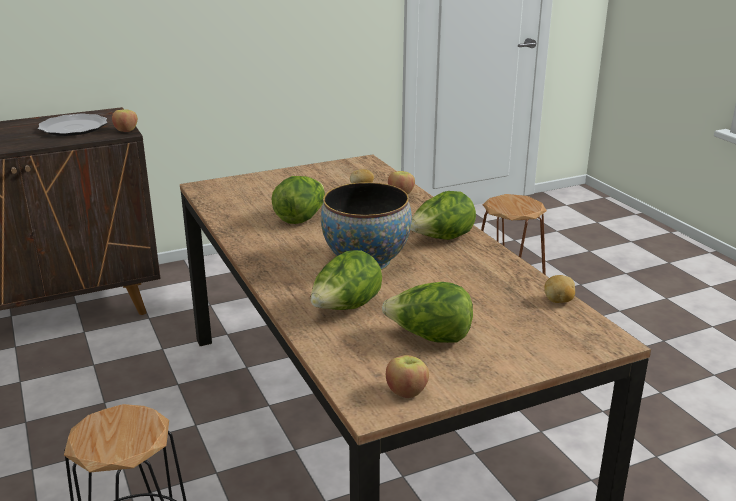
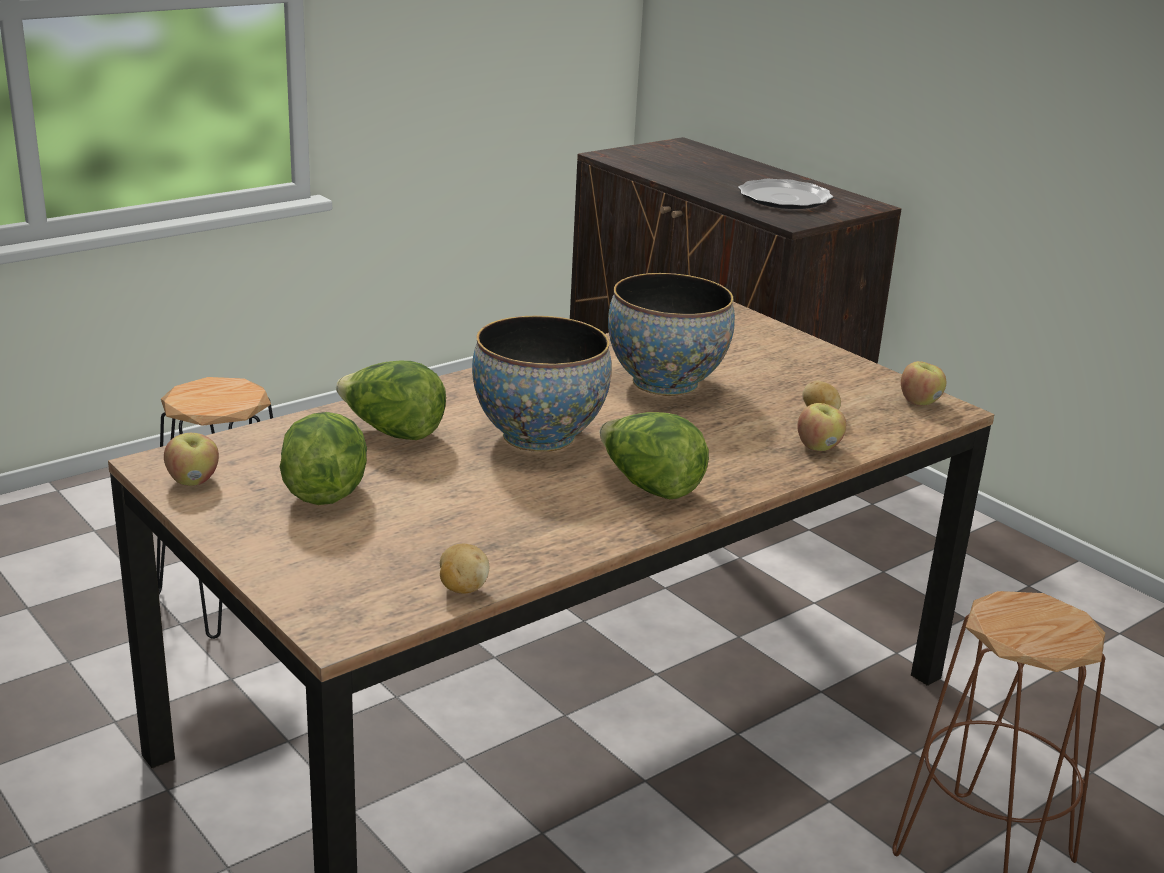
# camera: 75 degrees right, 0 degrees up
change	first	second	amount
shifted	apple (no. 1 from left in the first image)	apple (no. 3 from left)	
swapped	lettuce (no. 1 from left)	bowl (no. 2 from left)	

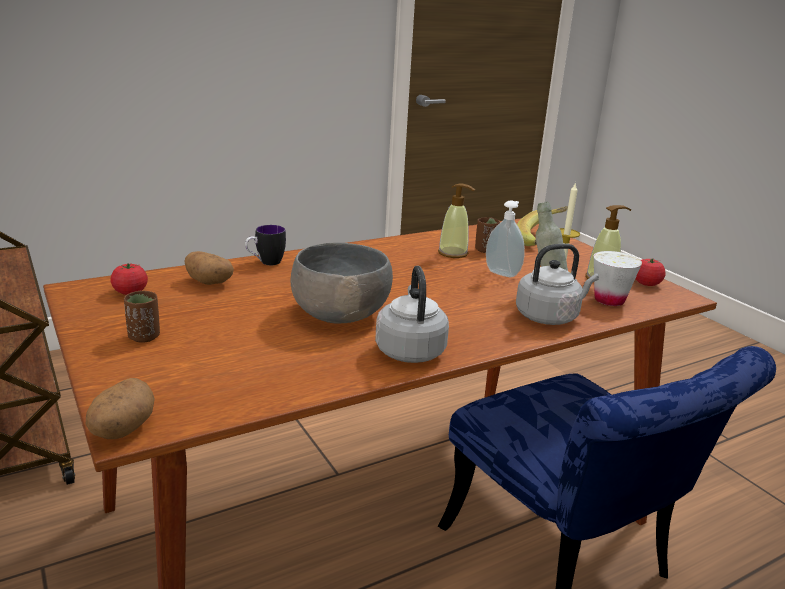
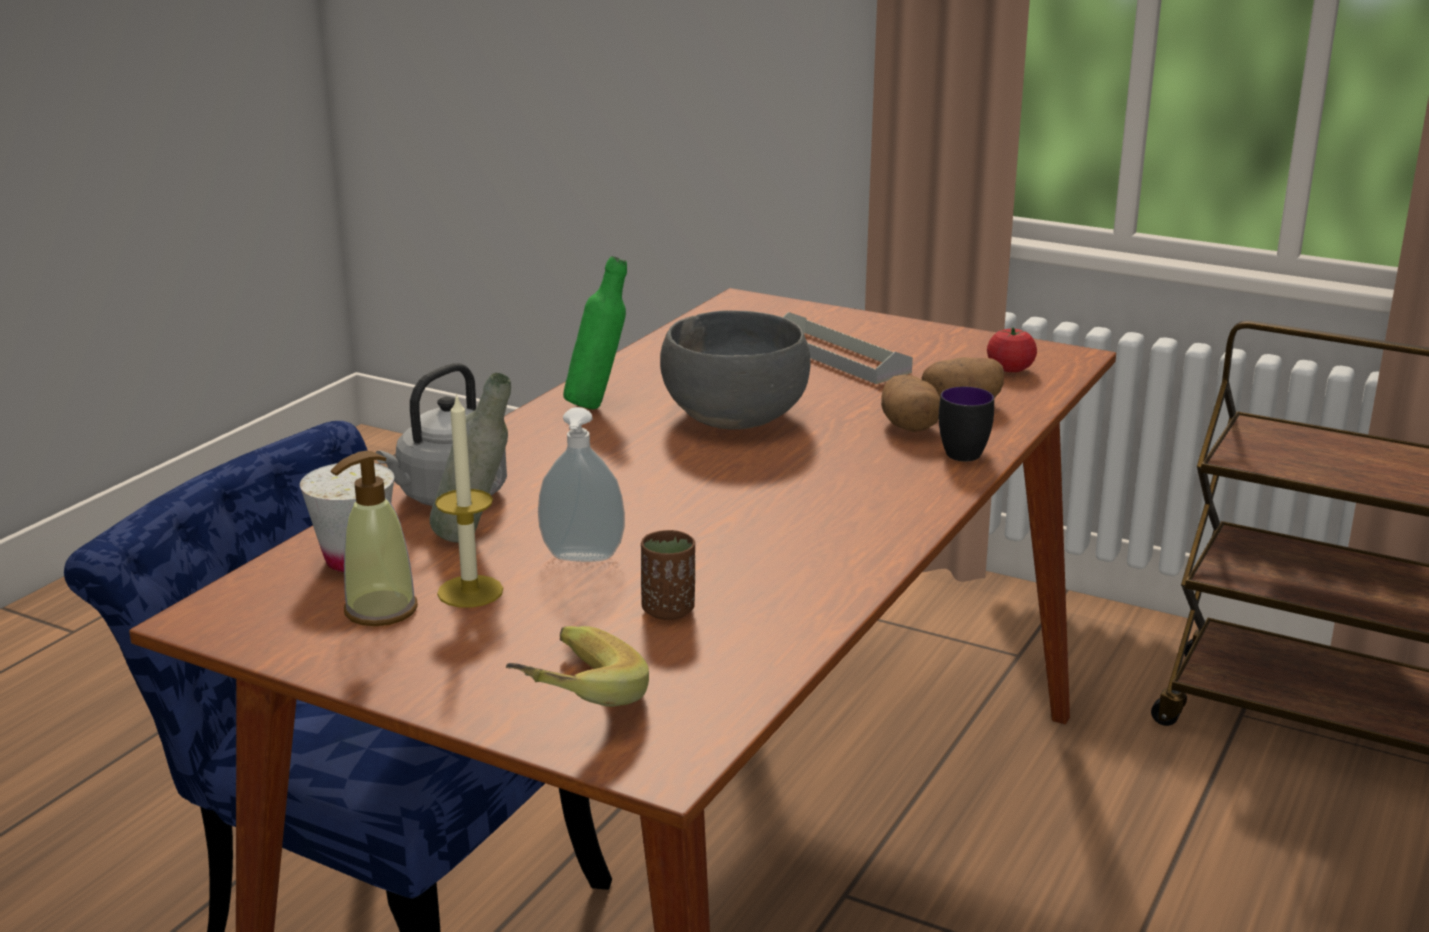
# camera: 150 degrees right, 0 degrees up
change	first	second	amount
gone	brown cup (no. 1 from left)		
gone	soap dispenser (no. 1 from left)		
gone	tomato (no. 2 from left)		
new		grey tray	
shifted	potato (no. 1 from left)		
swapped	grey kettle (no. 1 from left)	green bottle	

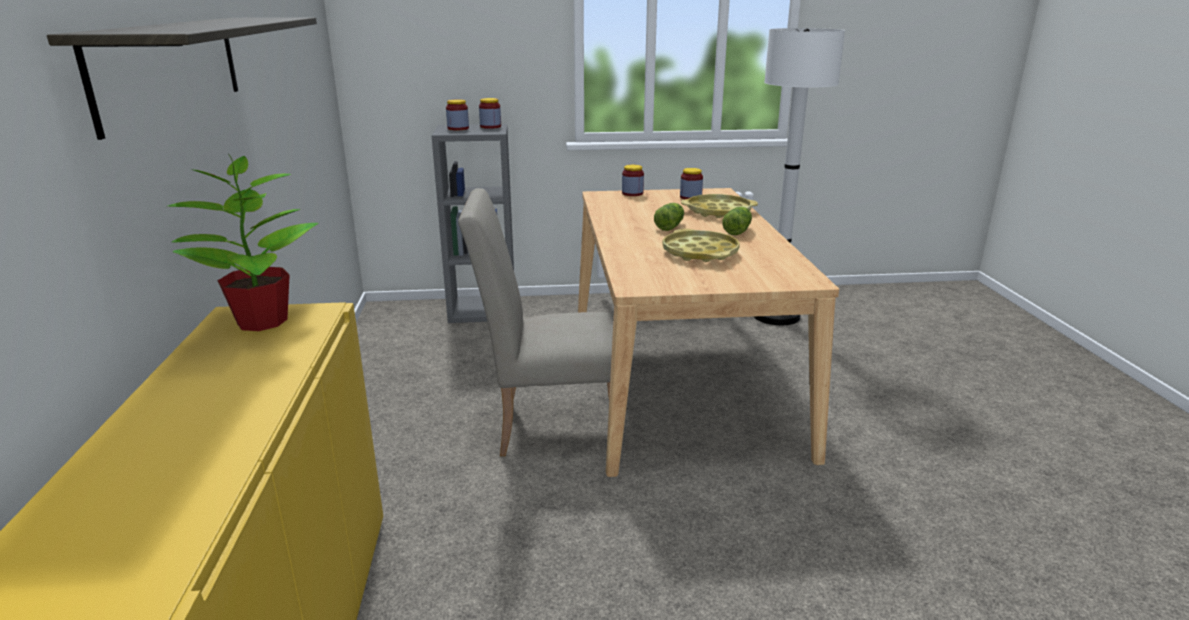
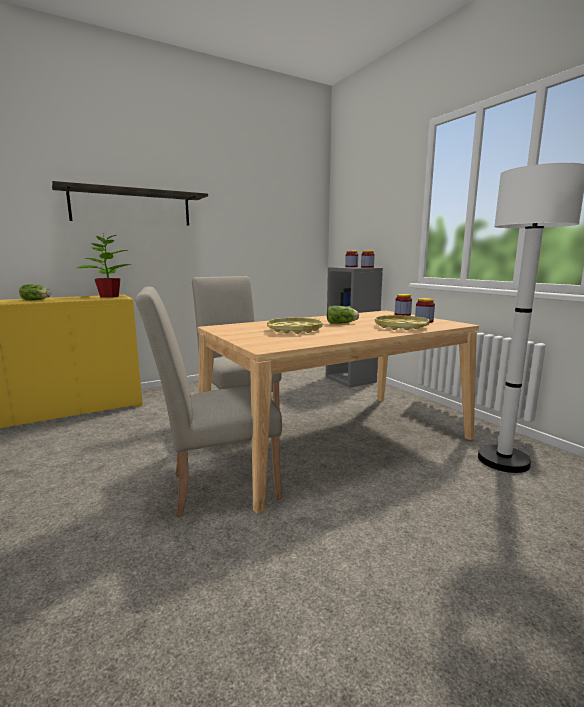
# camera: 65 degrees right, 10 degrees down
change	first	second	amount
new		beige chair (no. 1 from left)	
shifted	lettuce (no. 2 from left in the first image)	lettuce (no. 1 from left)	

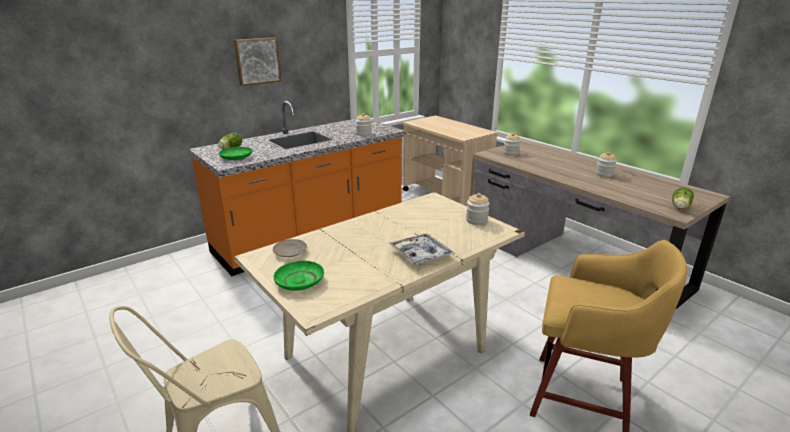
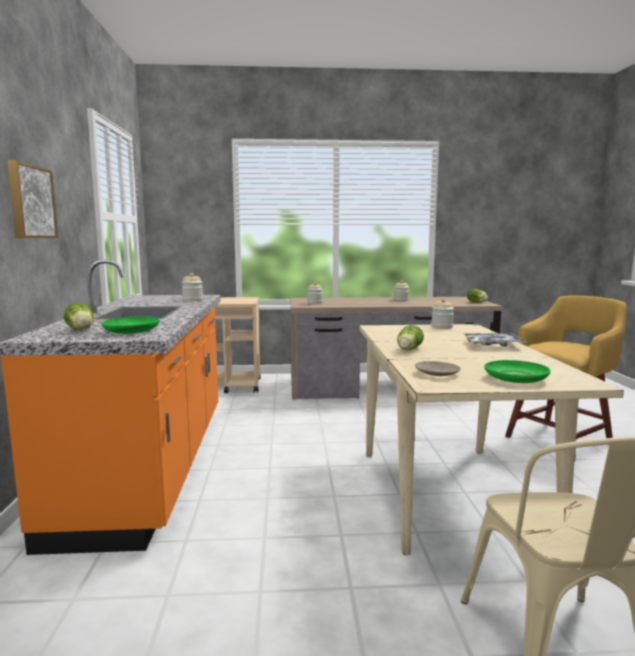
# camera: 55 degrees left, 15 degrees down
change	first	second	amount
new		lettuce (no. 2 from left)	

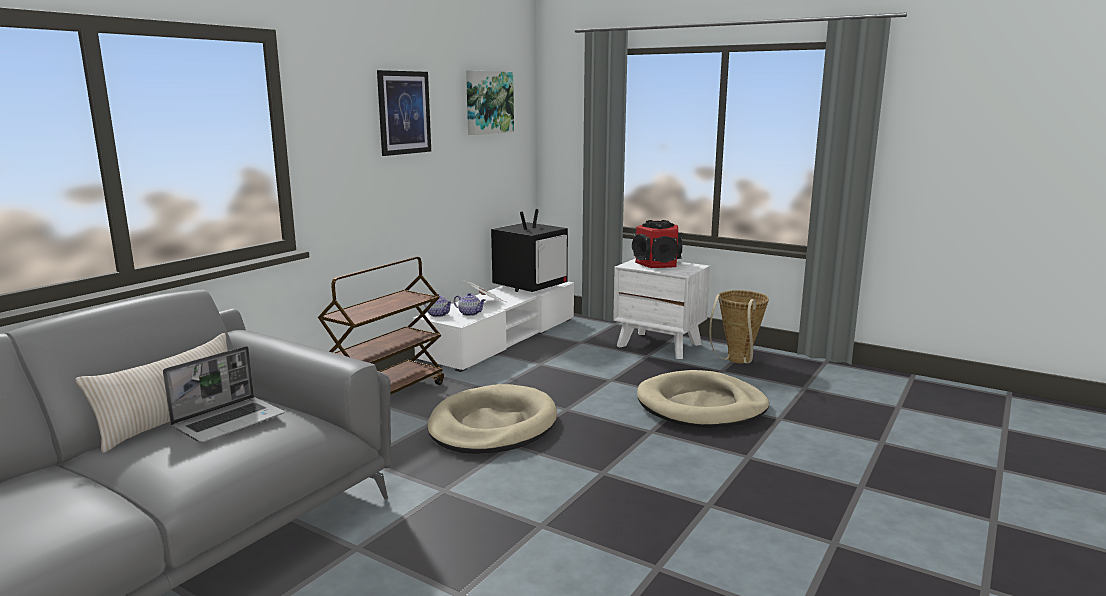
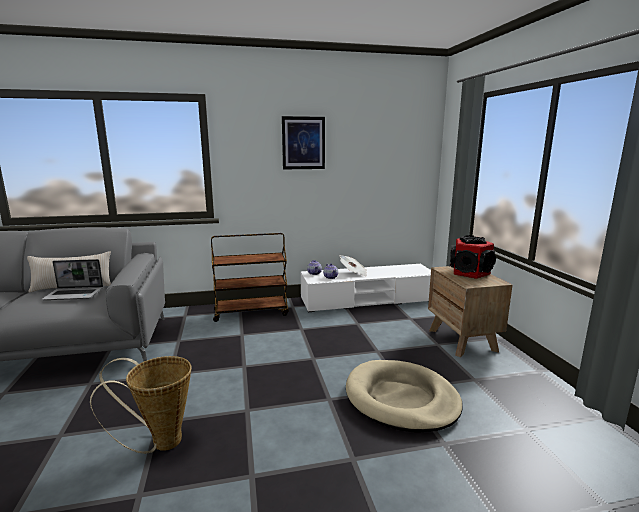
# camera: 45 degrees right, 0 degrees up
change	first	second	amount
gone	beige dog bed (no. 1 from left)		
gone	picture (no. 2 from left)		
gone	television		
shifted	basket		
repainted	white nightstand	brown nightstand	

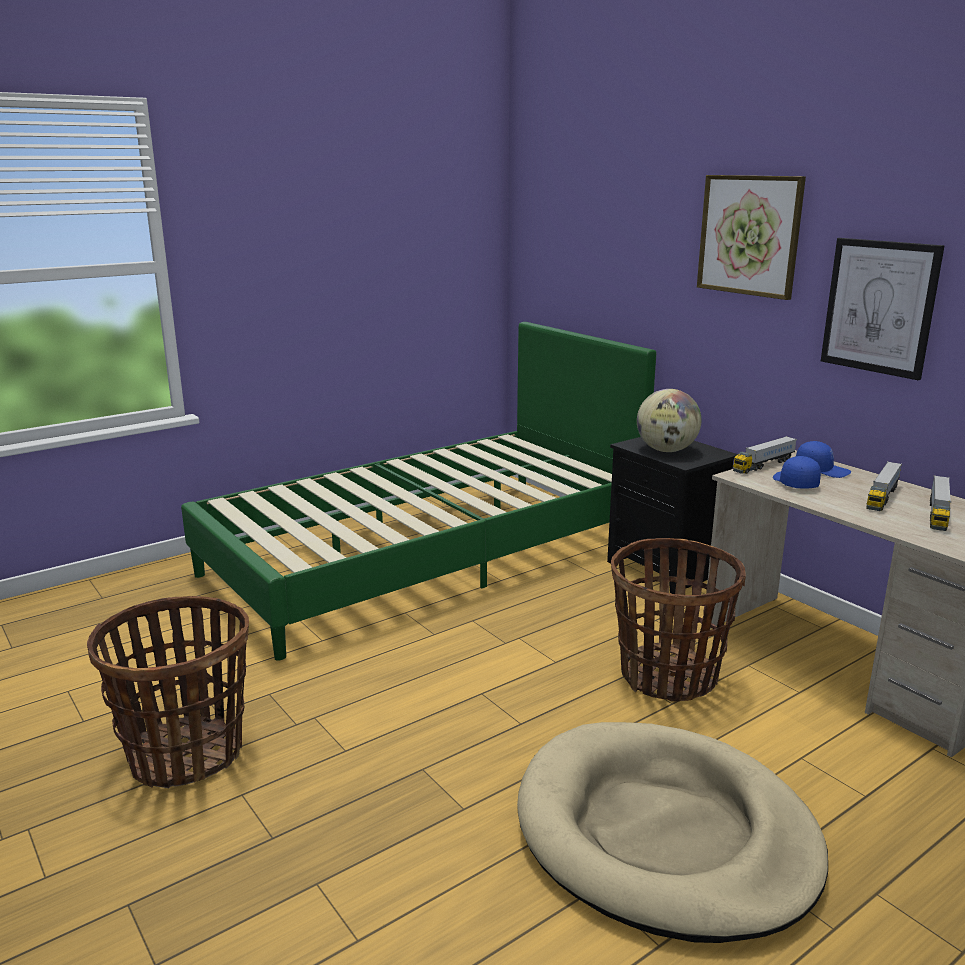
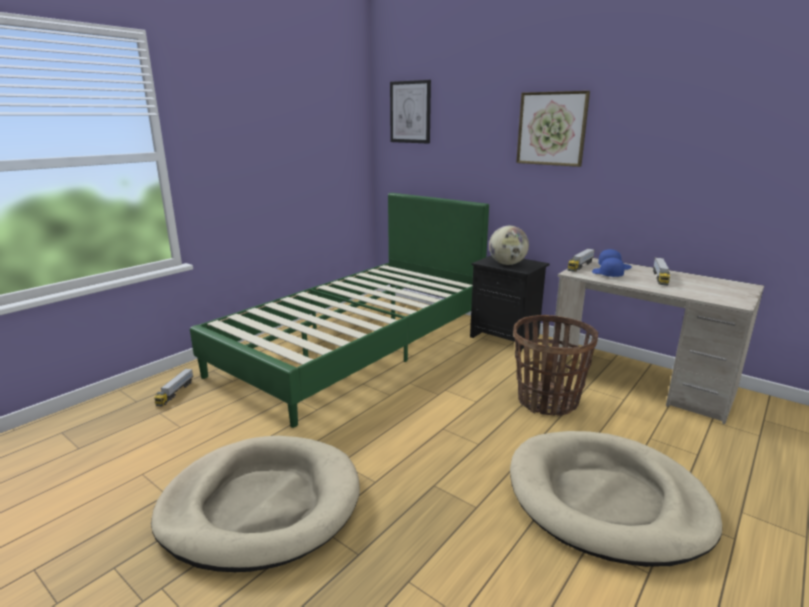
# camera: 15 degrees left, 0 degrees up
change	first	second	amount
shifted	picture (no. 2 from left in the first image)	picture (no. 1 from left)	
shifted	toy truck (no. 3 from left in the first image)	toy truck (no. 1 from left)	
swapped	basket (no. 1 from left)	beige dog bed (no. 1 from left)	

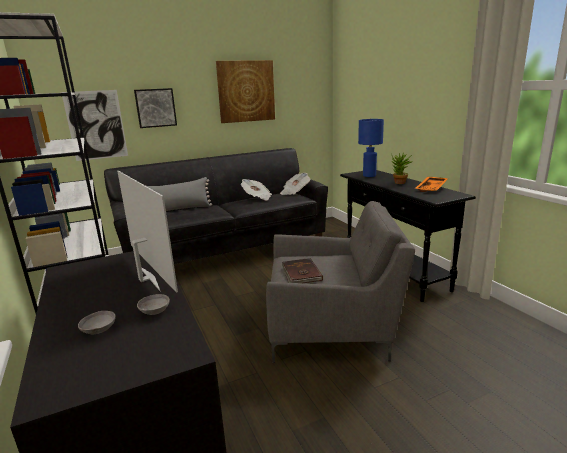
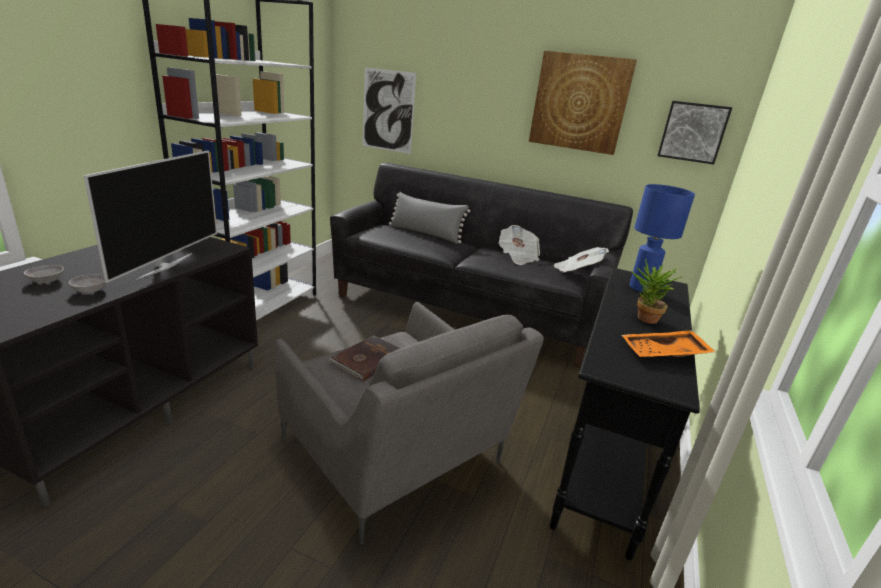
# camera: 45 degrees right, 5 degrees up
change	first	second	amount
shifted	picture (no. 2 from left in the first image)	picture (no. 3 from left)	

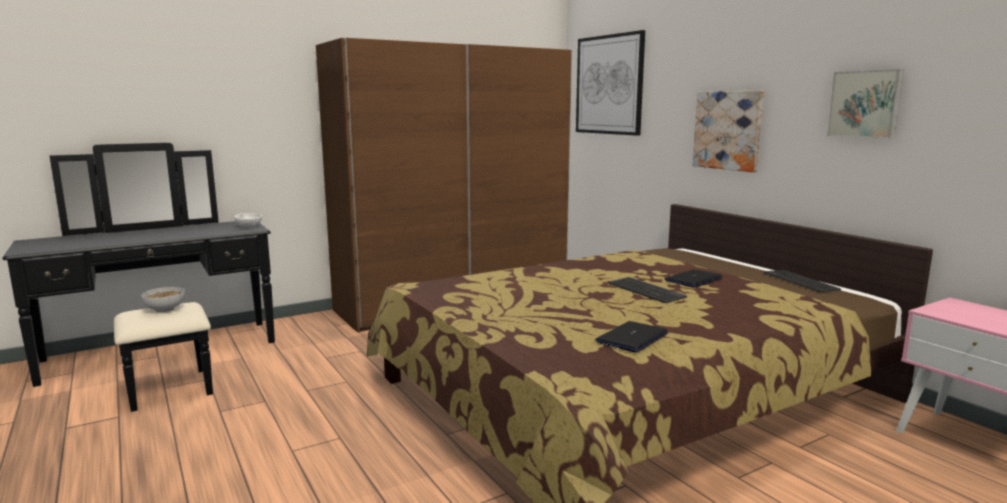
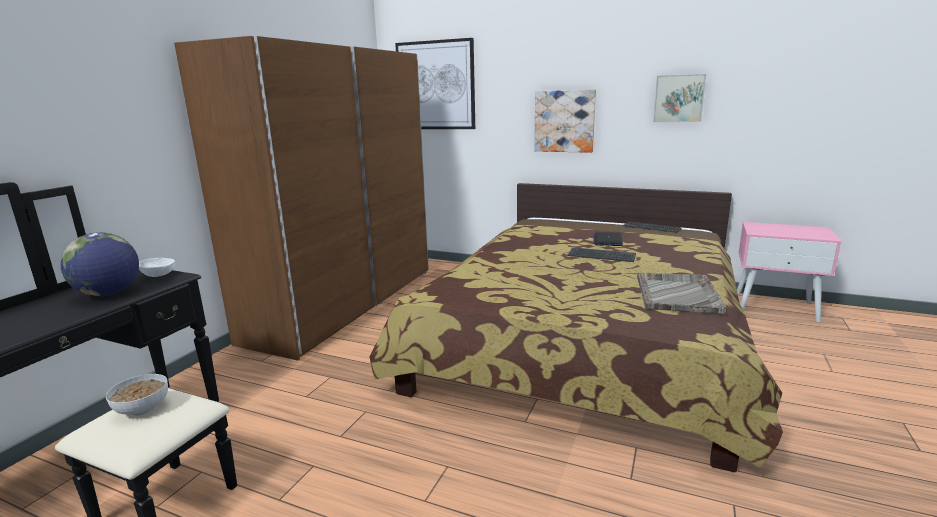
# camera: 35 degrees left, 5 degrees up
change	first	second	amount
new		globe	
swapped	laptop (no. 1 from left)	grey tray	

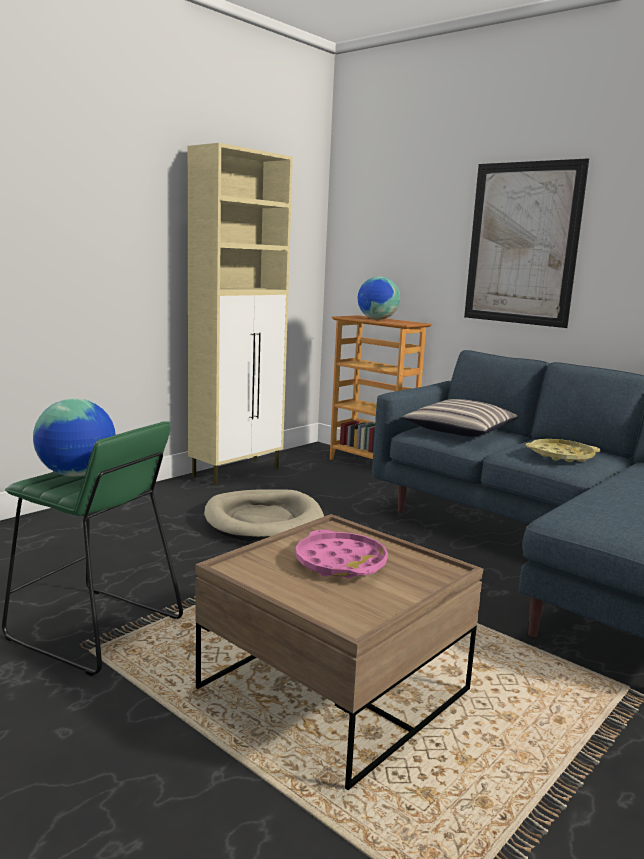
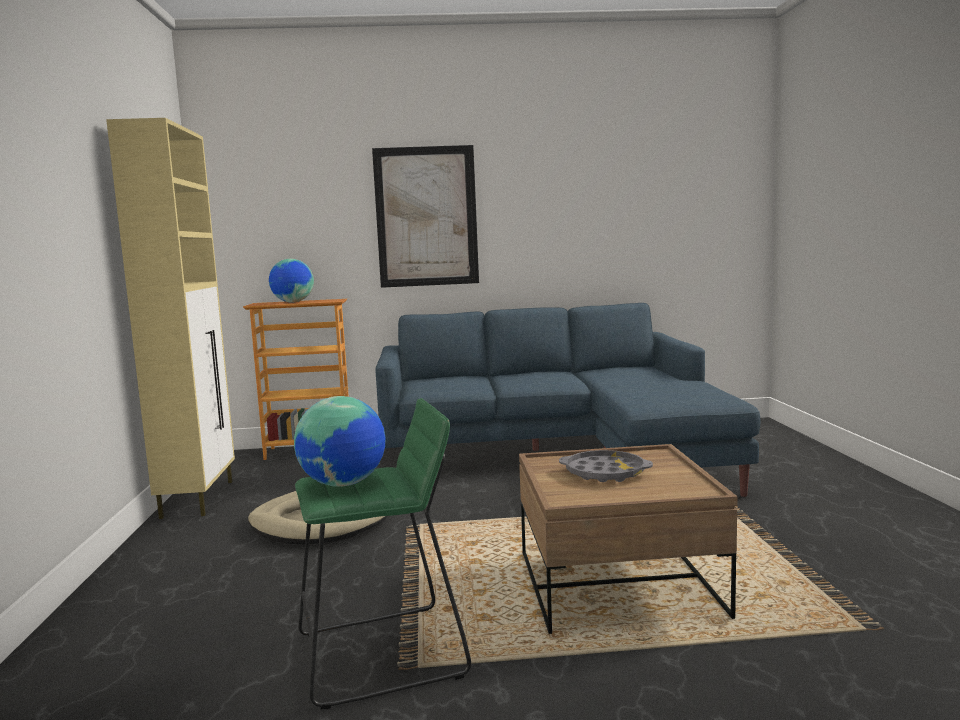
# camera: 45 degrees left, 5 degrees down
change	first	second	amount
gone	pillow		
gone	yellow tray		
repainted	pink tray	grey tray	

